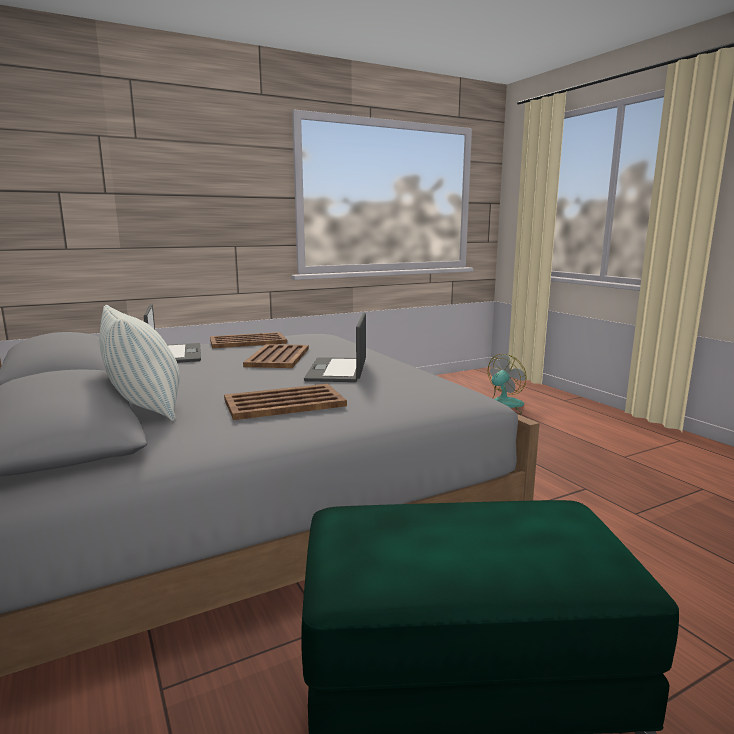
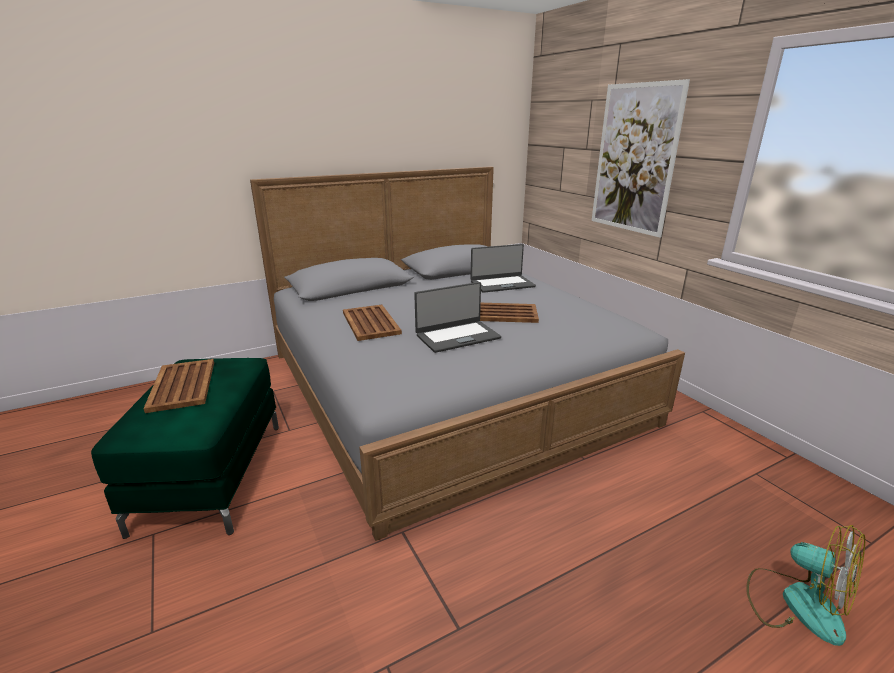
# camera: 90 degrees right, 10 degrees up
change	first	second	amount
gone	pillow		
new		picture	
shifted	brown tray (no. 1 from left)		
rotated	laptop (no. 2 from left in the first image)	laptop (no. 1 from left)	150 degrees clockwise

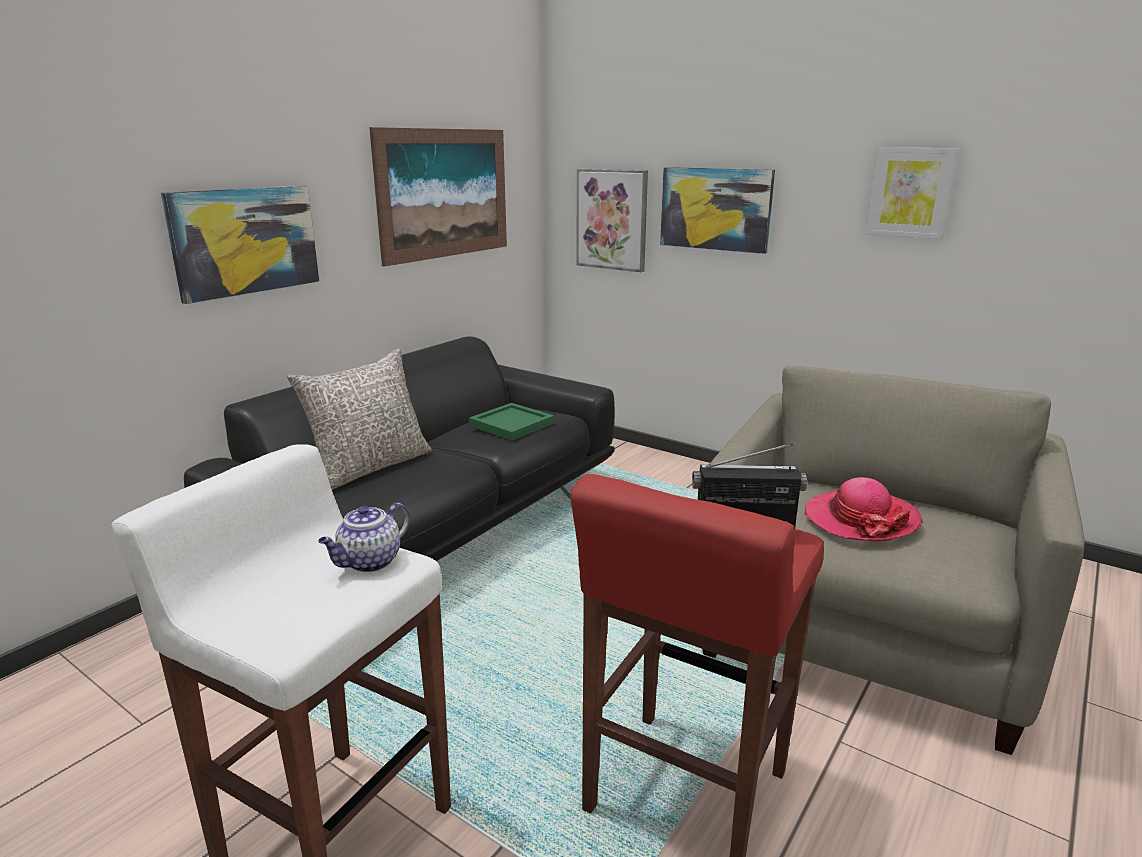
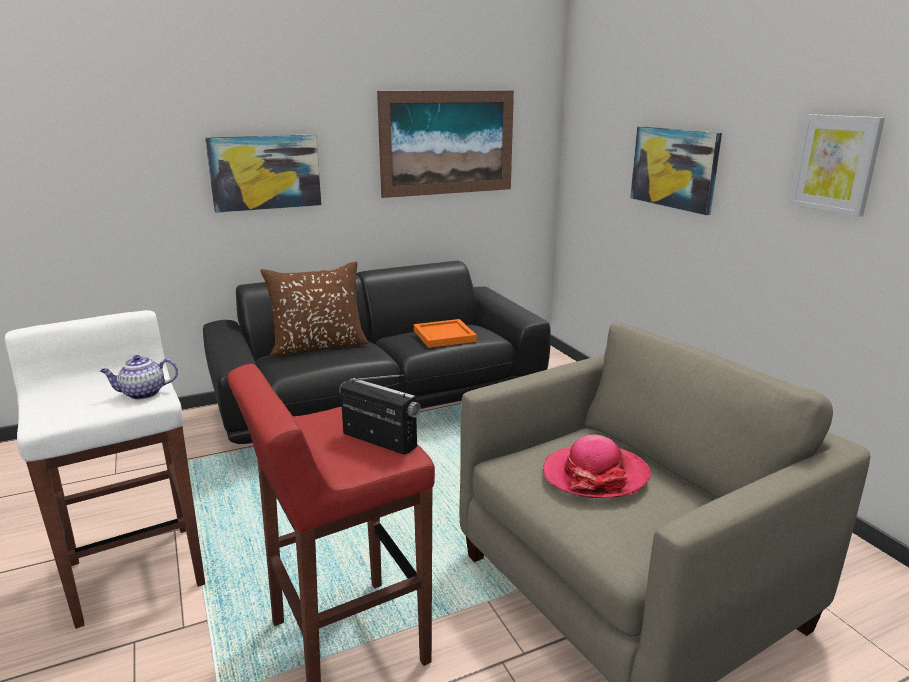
# camera: 30 degrees right, 0 degrees up
change	first	second	amount
gone	picture (no. 3 from left)		
repainted	grey pillow	brown pillow	
repainted	green tray	orange tray	

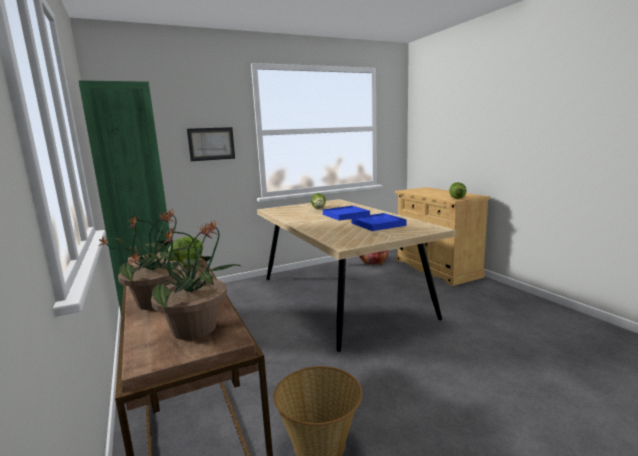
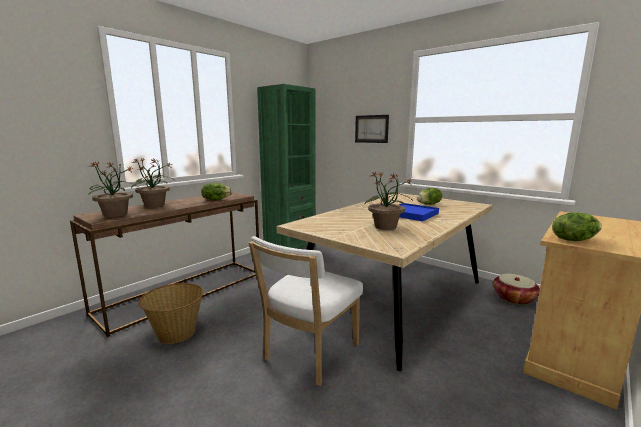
# camera: 65 degrees right, 0 degrees up
change	first	second	amount
new		white chair	
swapped	blue tray (no. 2 from left)	potted plant (no. 3 from left)	

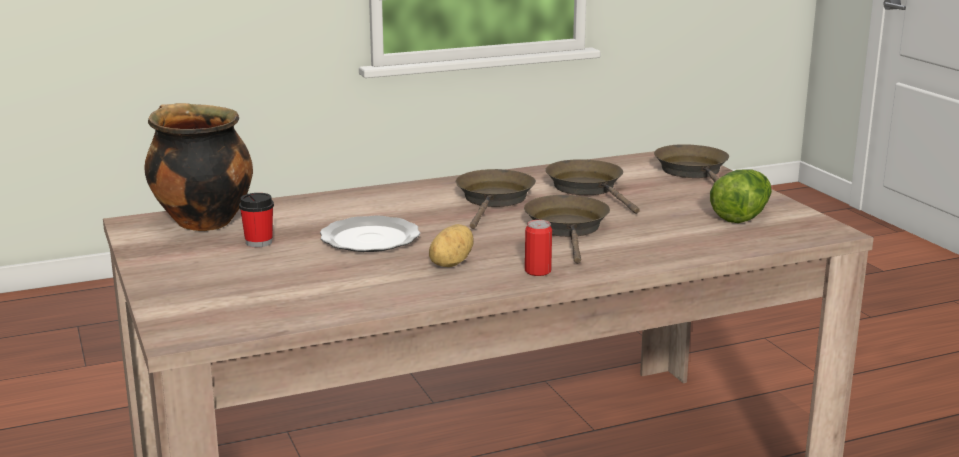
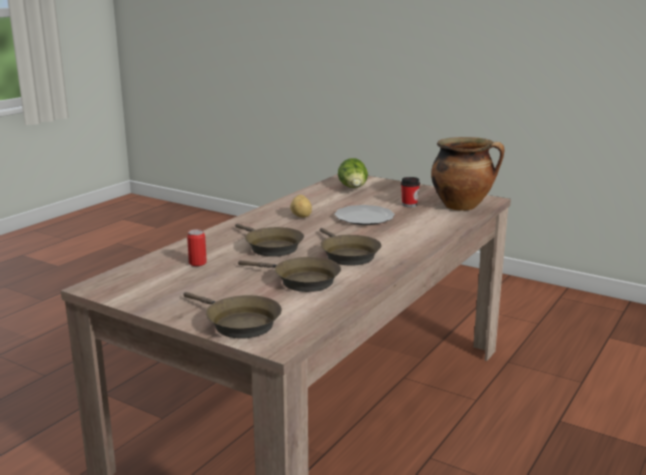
# camera: 145 degrees right, 0 degrees up
change	first	second	amount
shifted	can		
shifted	lettuce		

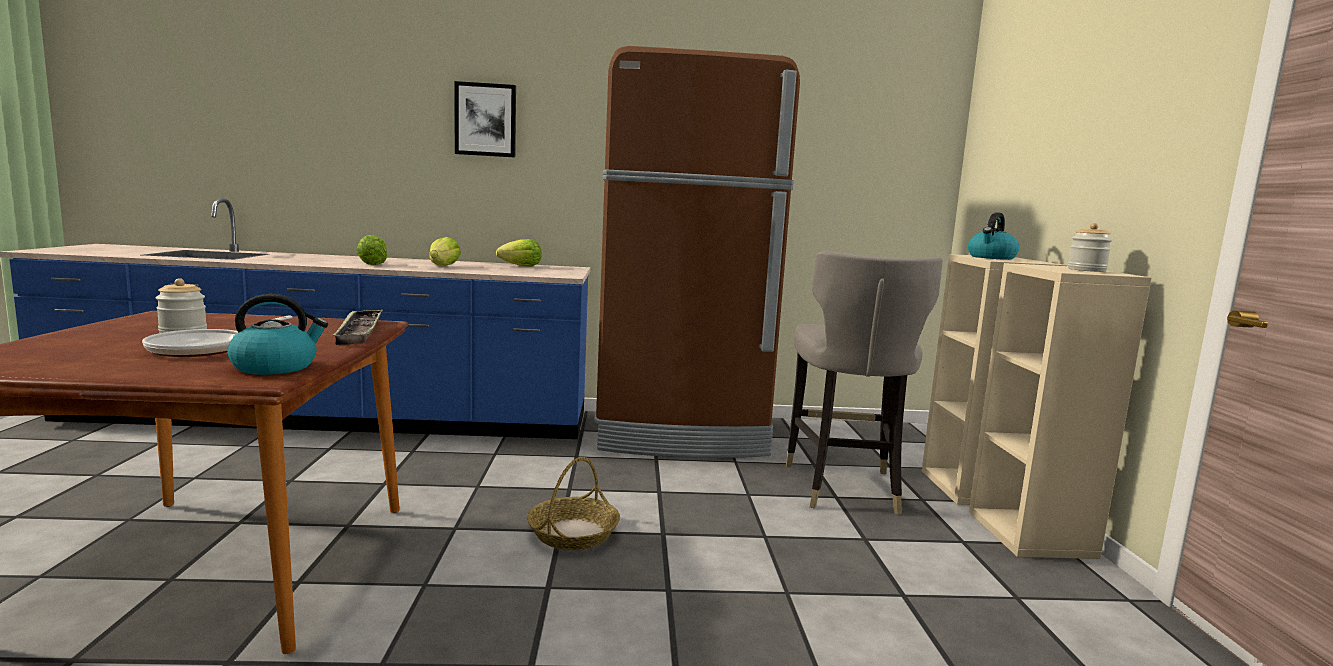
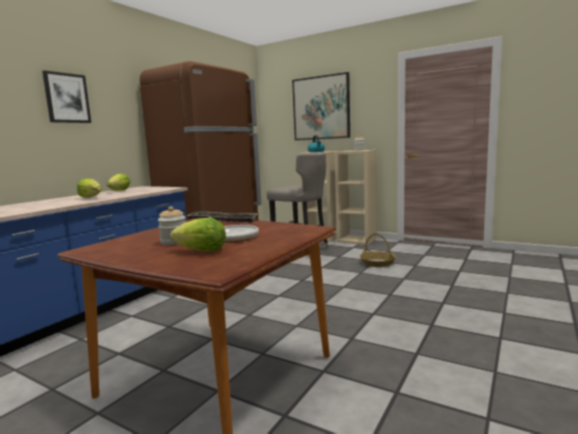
# camera: 55 degrees left, 0 degrees up
change	first	second	amount
gone	kettle (no. 1 from left)		
new		picture (no. 2 from left)	
shifted	lettuce (no. 1 from left in the first image)	lettuce (no. 3 from left)	
shifted	basket		

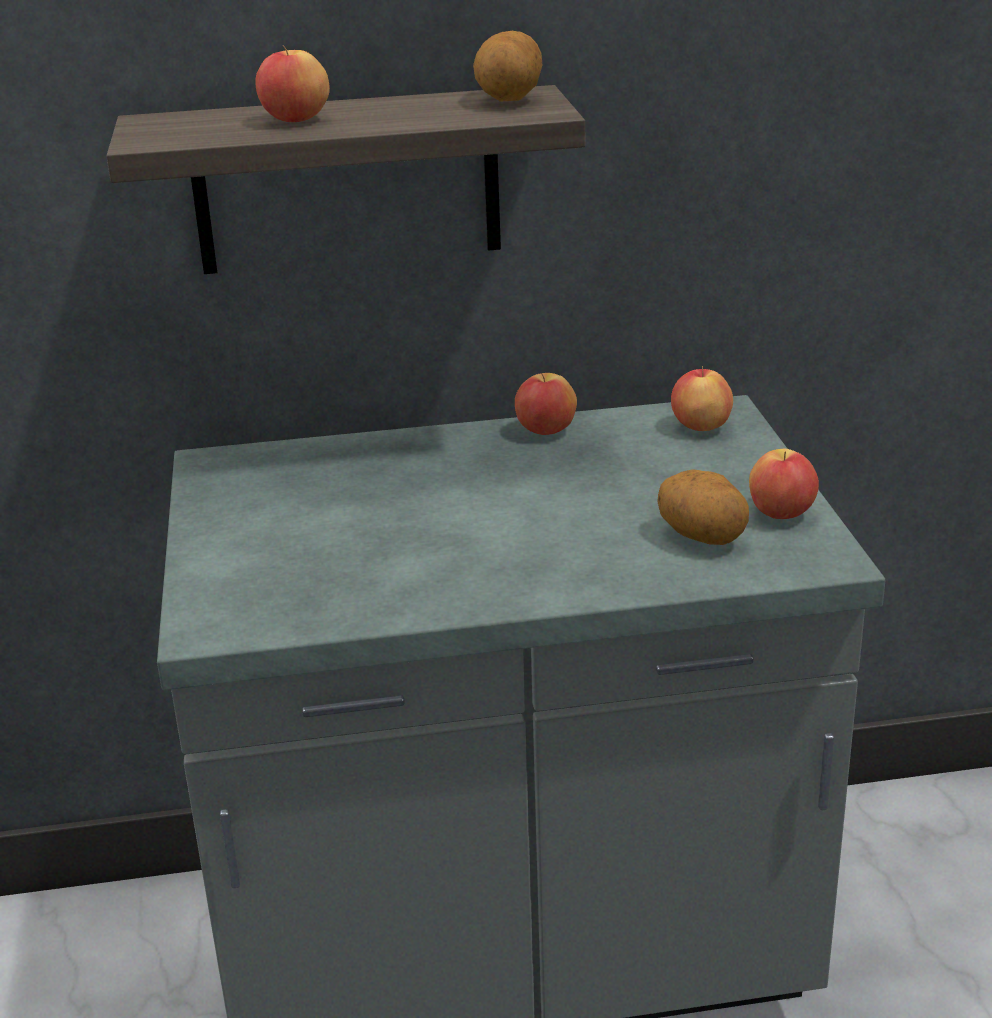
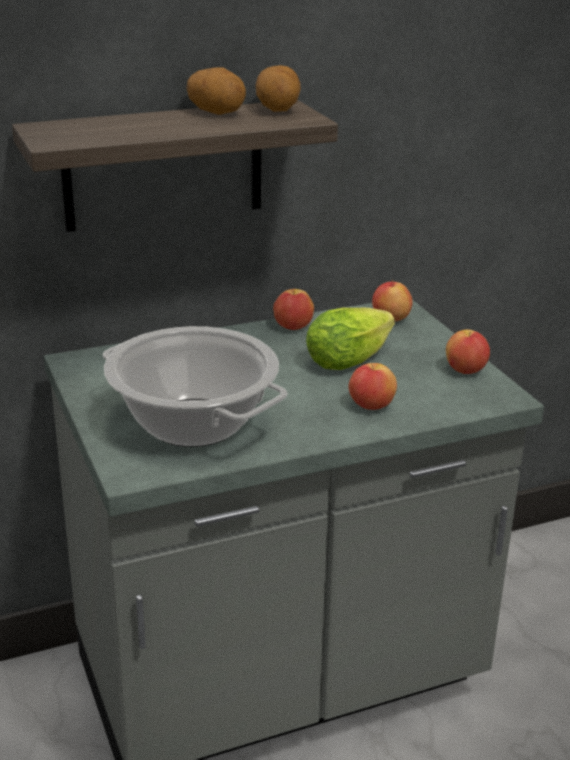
# camera: 15 degrees left, 0 degrees up
change	first	second	amount
new		cooking pot	
new		lettuce	
shifted	apple (no. 1 from left in the first image)	apple (no. 2 from left)	
shifted	potato (no. 2 from left in the first image)	potato (no. 1 from left)	

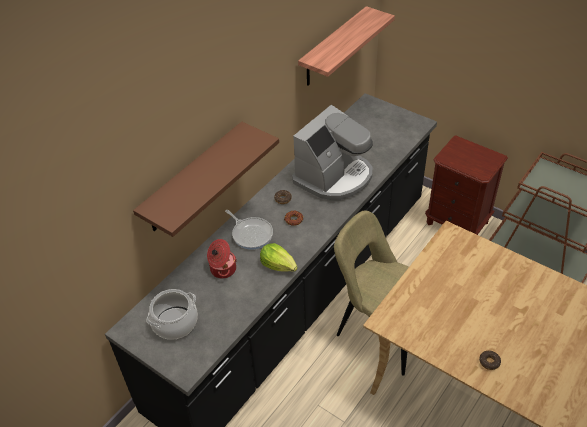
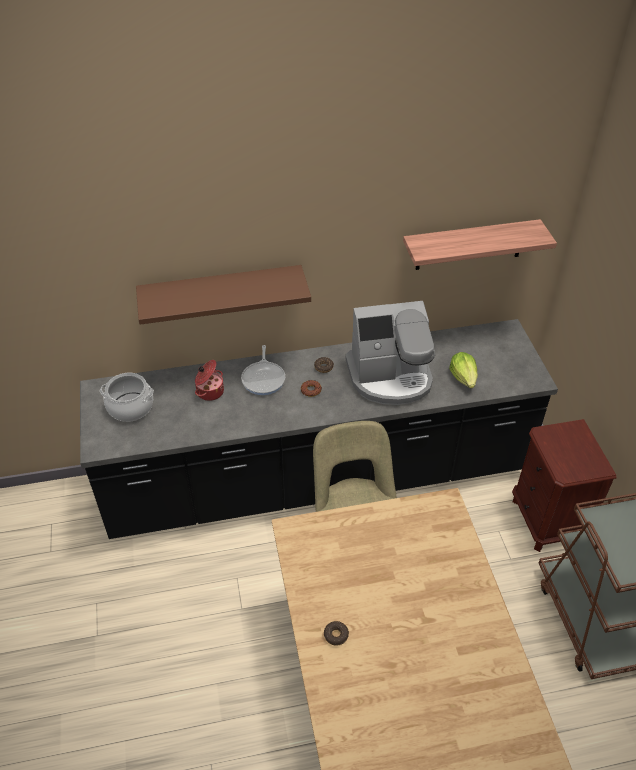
# camera: 40 degrees right, 0 degrees up
change	first	second	amount
shifted	lettuce		

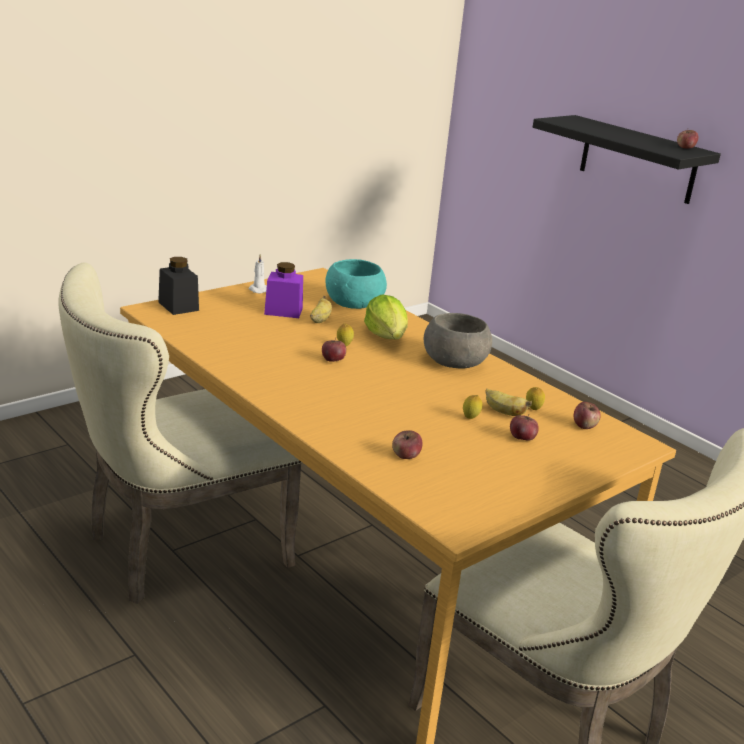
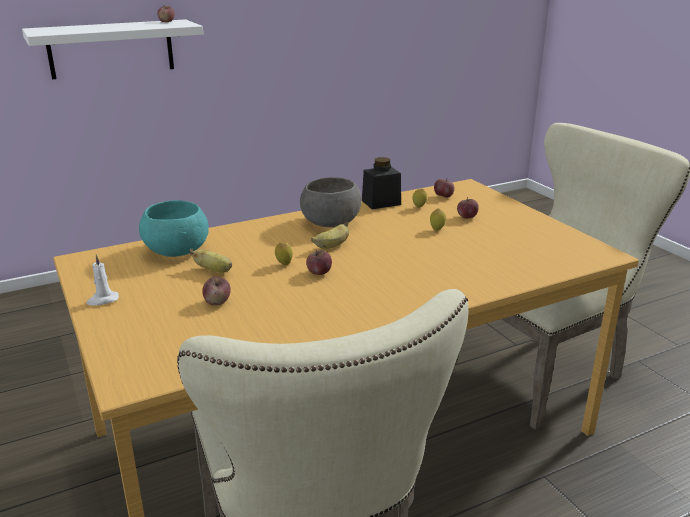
# camera: 75 degrees left, 0 degrees up
change	first	second	amount
gone	purple jar		
gone	lettuce		
shifted	black jar		
shifted	apple (no. 2 from left)		
shifted	banana (no. 2 from left)		
repainted	black shelf	white shelf	

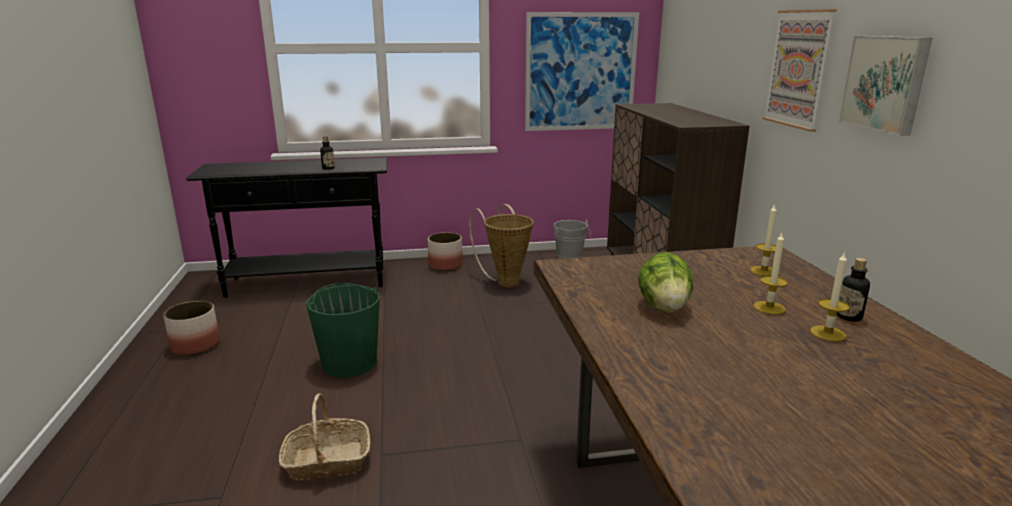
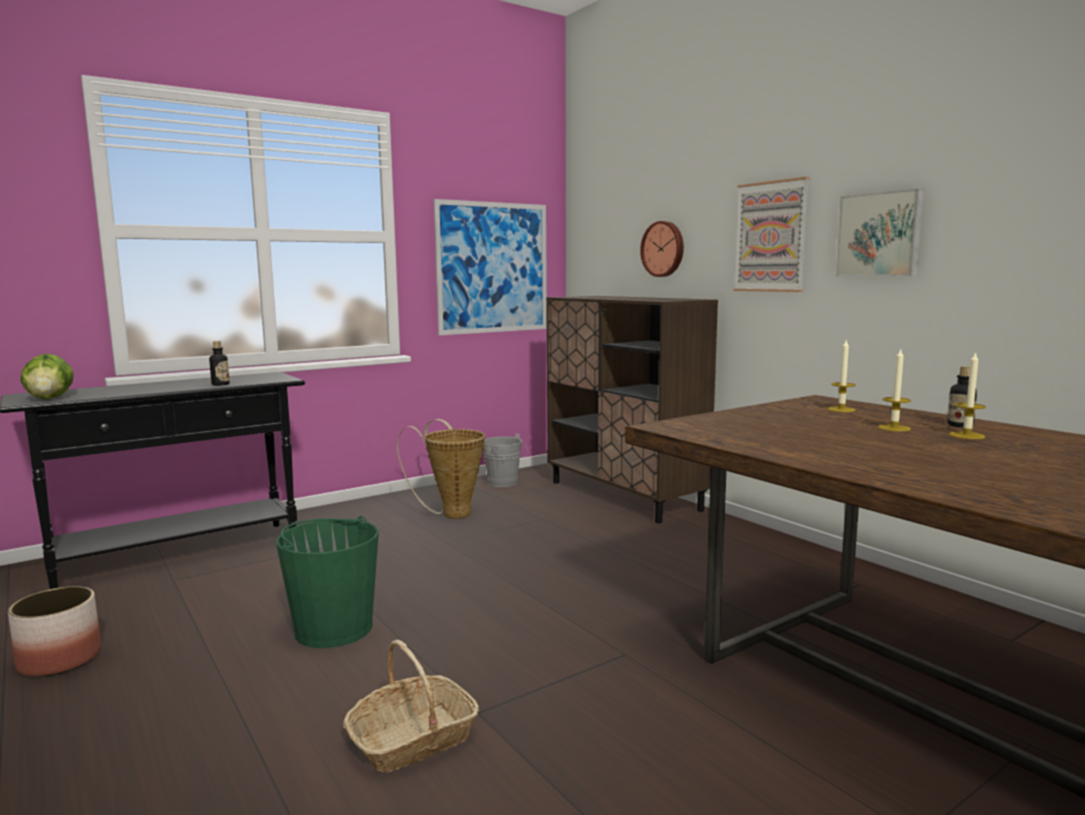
# camera: 25 degrees left, 10 degrees down
change	first	second	amount
gone	planter (no. 2 from left)		
new		wall clock	
shifted	lettuce		

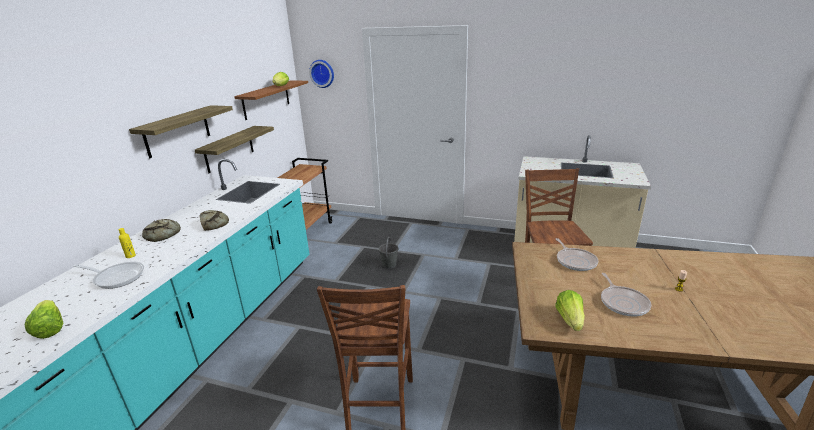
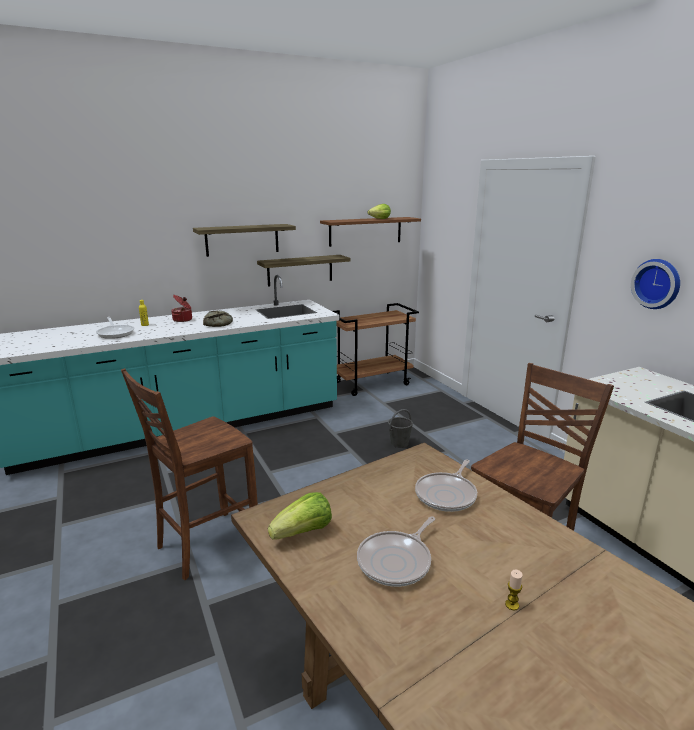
# camera: 45 degrees right, 5 degrees down
change	first	second	amount
gone	lettuce (no. 1 from left)		
shifted	wall clock		
swapped	bread (no. 1 from left)	cooking pot	

